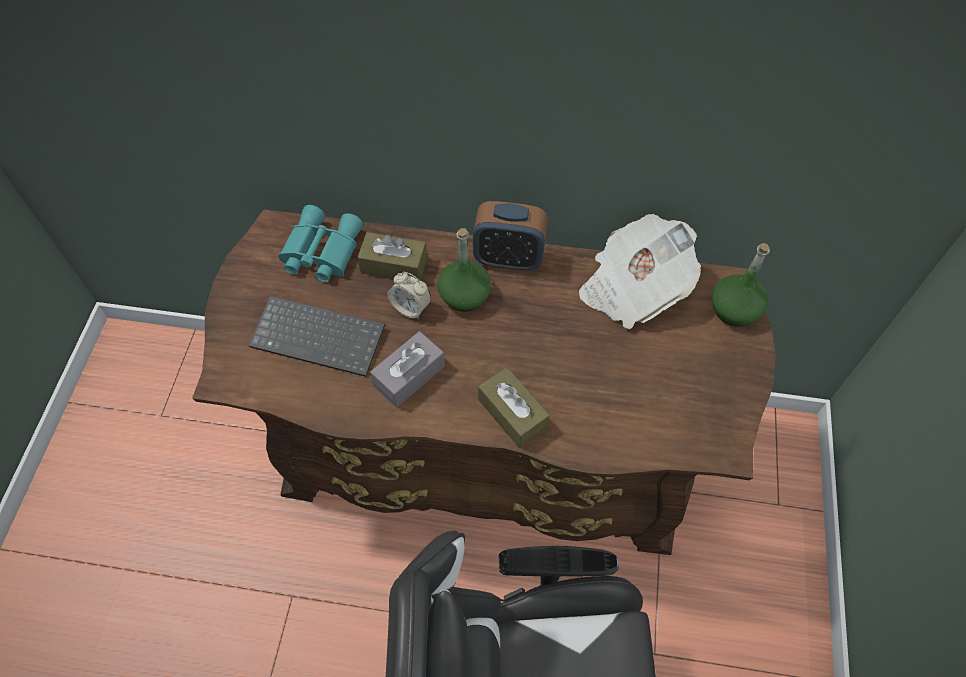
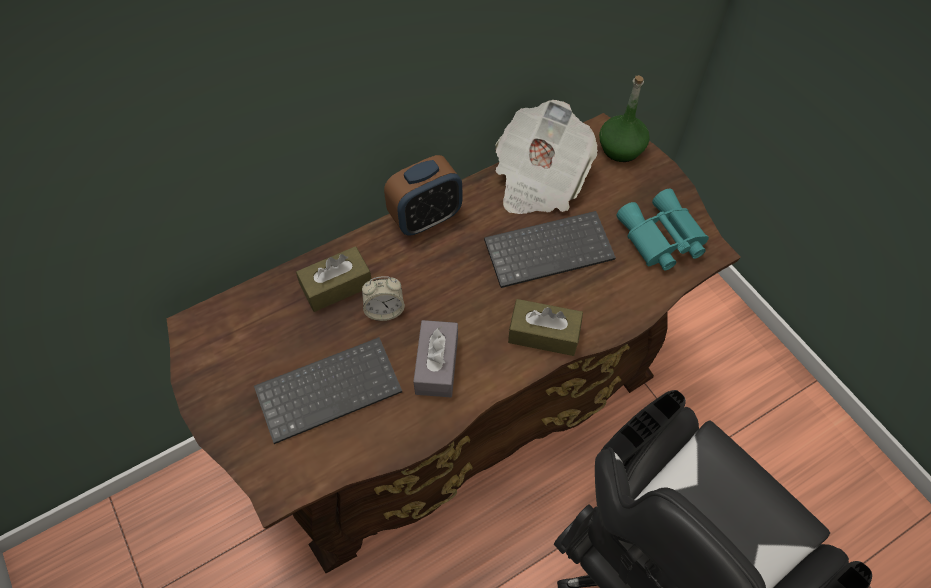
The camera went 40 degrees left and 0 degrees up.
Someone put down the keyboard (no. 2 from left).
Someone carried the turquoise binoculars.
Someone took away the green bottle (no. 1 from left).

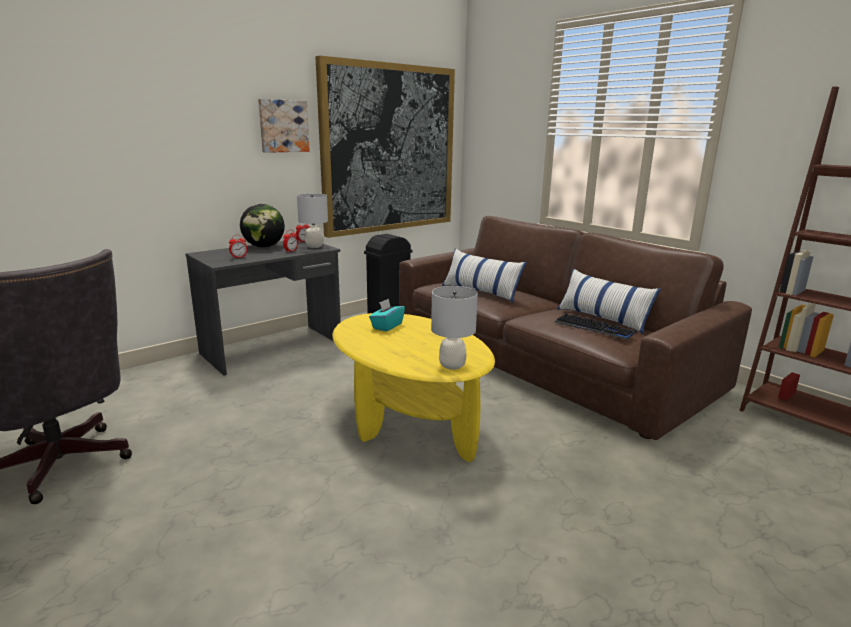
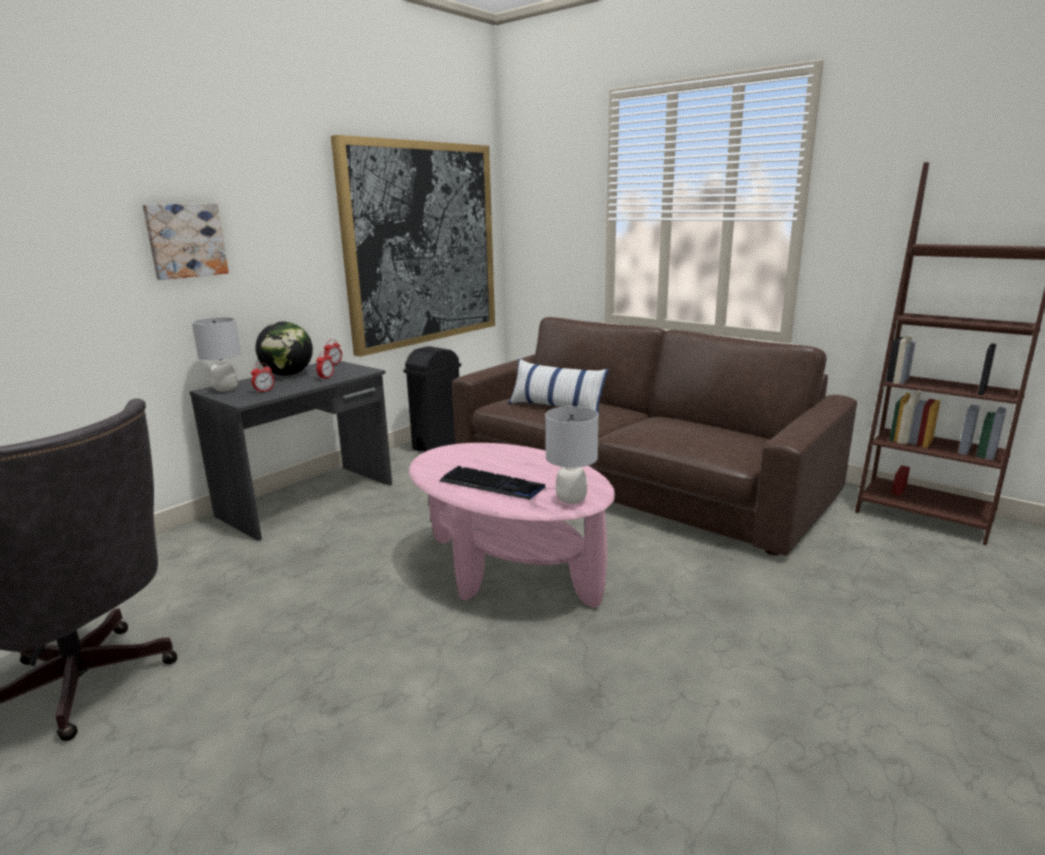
The camera went 10 degrees left and 0 degrees up.
Someone carried the picture (no. 1 from left).
Someone carried the grey table lamp (no. 1 from left).
Someone repainted the yellow coffee table, which became the pink coffee table.
Someone carried the keyboard.
Someone took away the turquoise tissue box.
Someone took away the pillow (no. 2 from left).

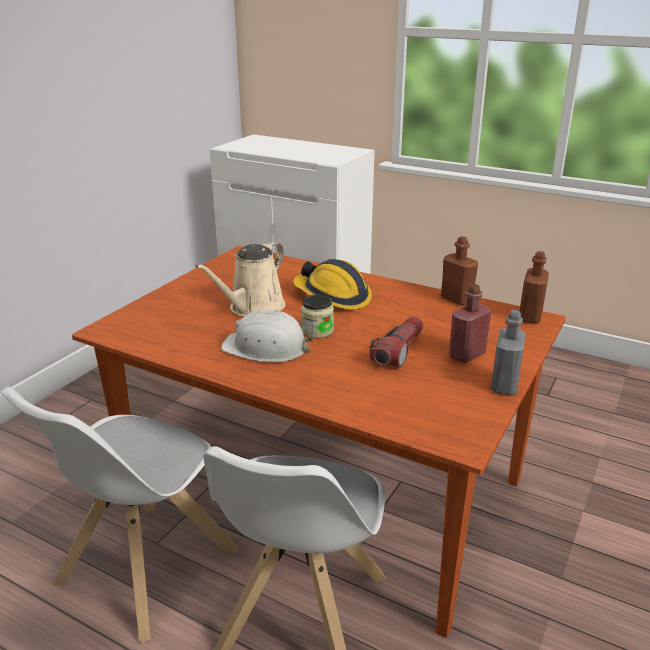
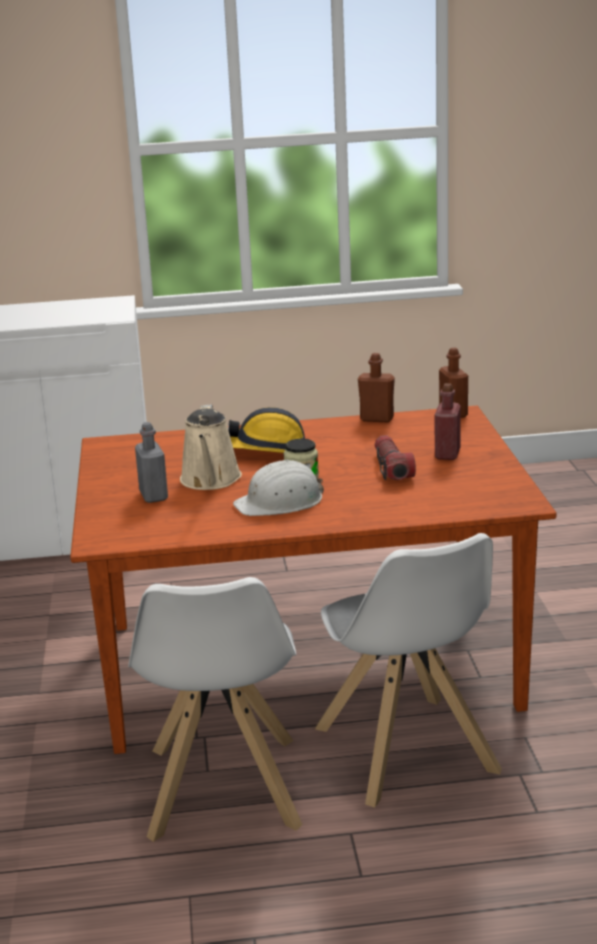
The camera went 35 degrees left and 5 degrees down.
Someone carried the grey bottle.

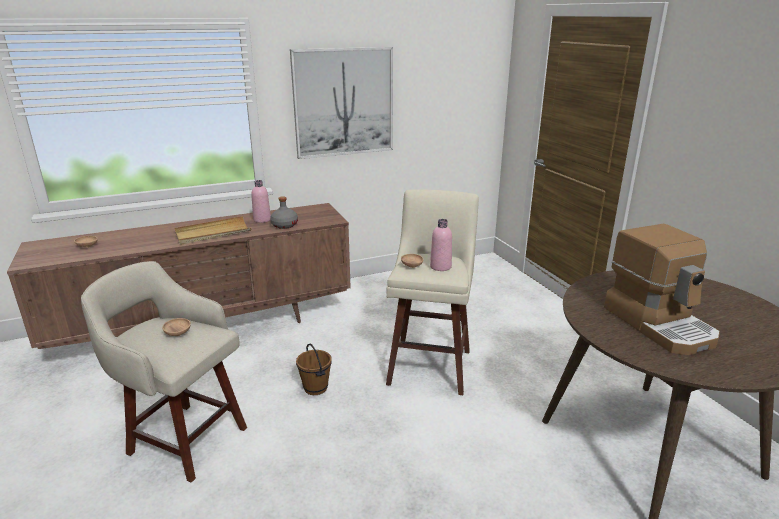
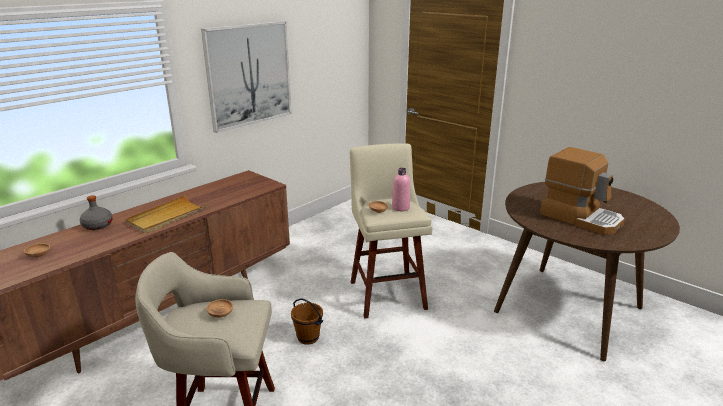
The camera went 25 degrees left and 0 degrees up.
Someone carried the grey bottle.
Someone took away the pink bottle (no. 1 from left).

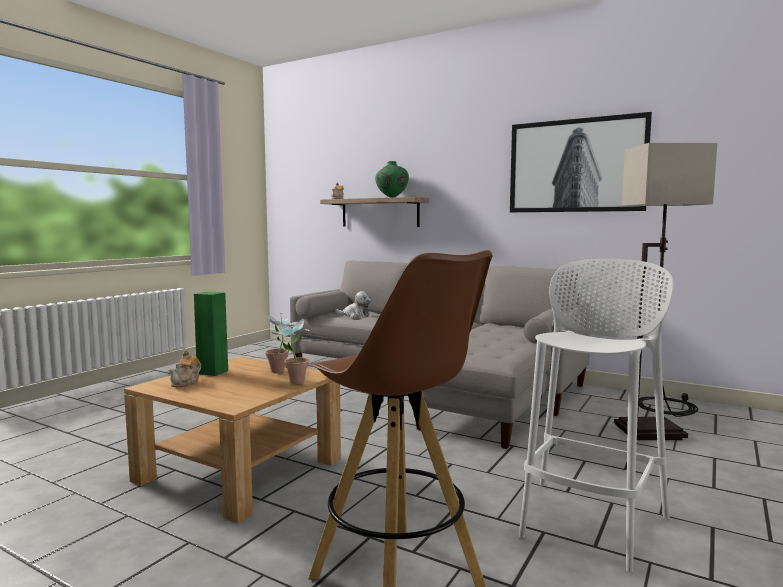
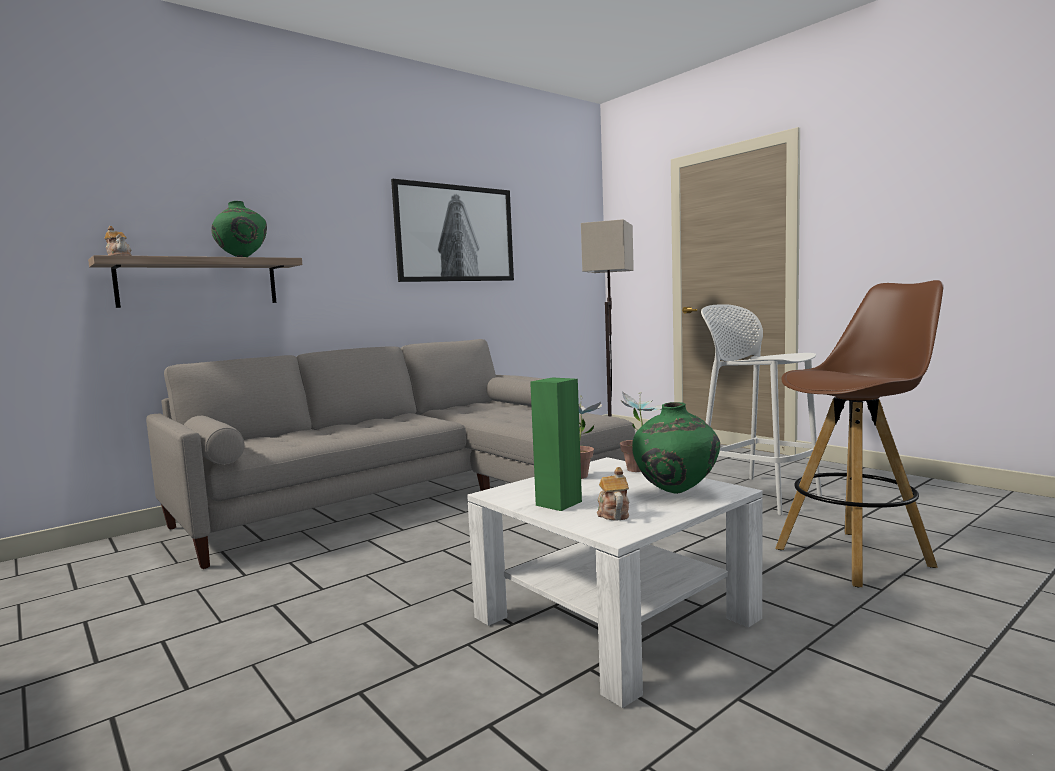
The camera went 70 degrees left and 0 degrees up.
Someone repainted the brown coffee table, which became the white coffee table.
Someone rotated the teapot (no. 1 from left in the first image) by 135 degrees counterclockwise.
Someone put down the green vase (no. 2 from left).
Someone took away the plush toy.

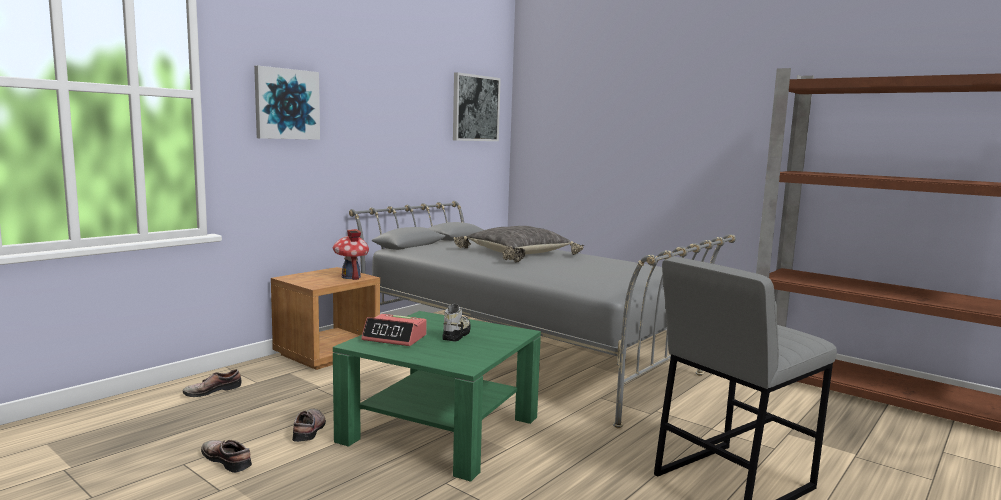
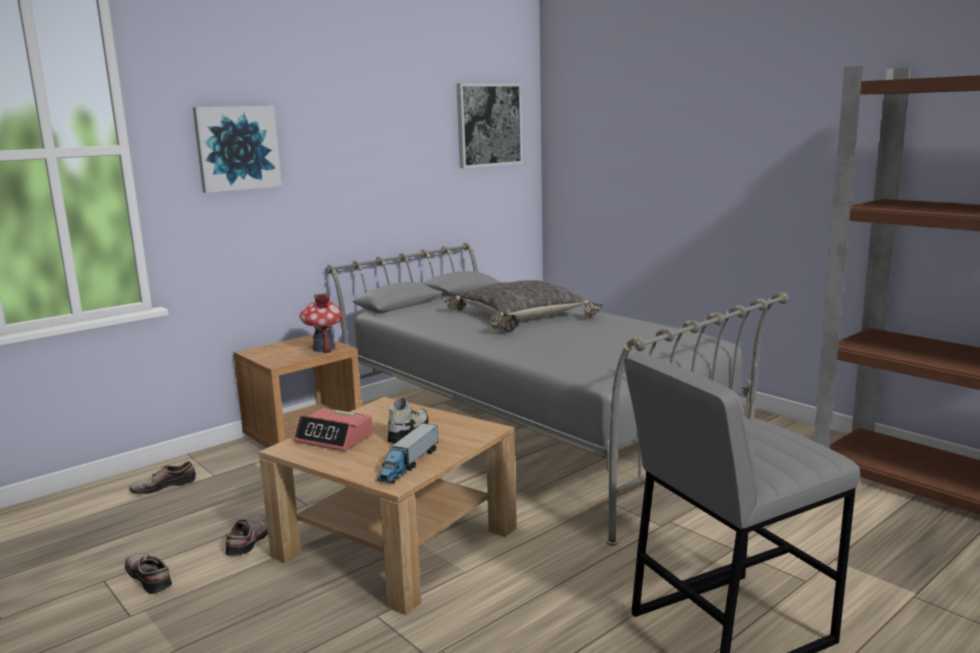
The camera went 10 degrees right and 5 degrees up.
Someone repainted the green coffee table, which became the brown coffee table.
Someone put down the toy truck.

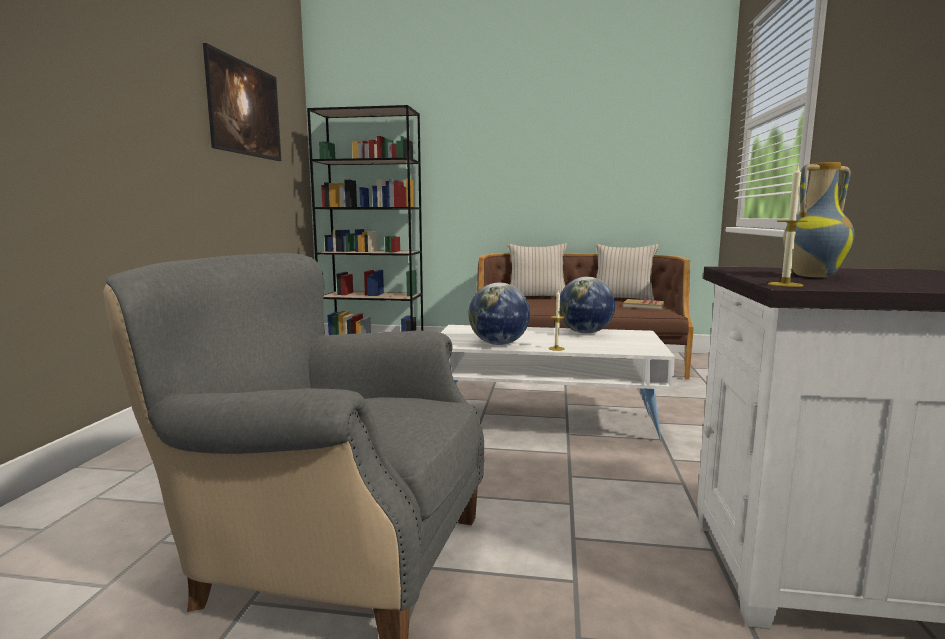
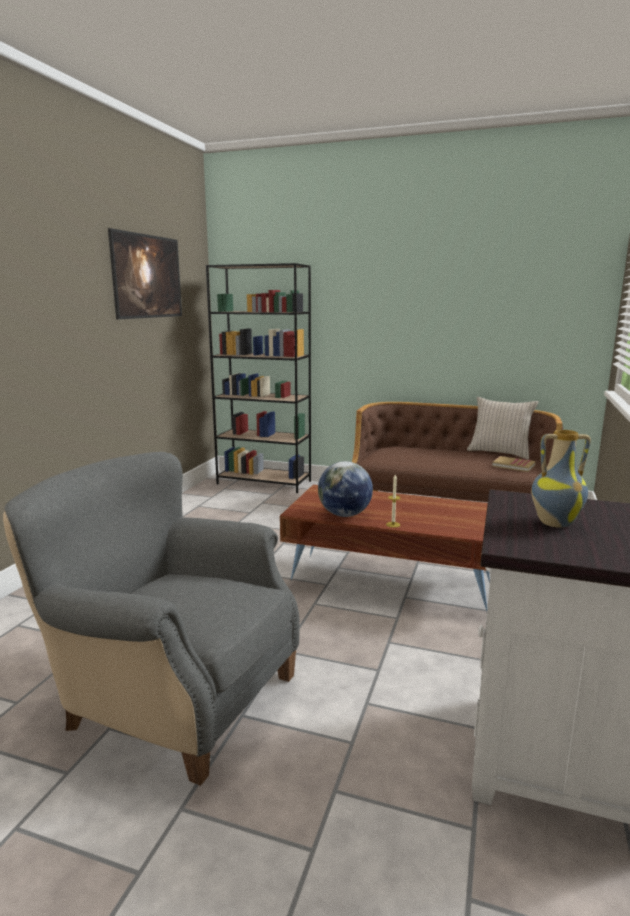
The camera went 10 degrees right and 5 degrees up.
Someone repainted the white coffee table, which became the brown coffee table.
Someone took away the beige pillow (no. 1 from left).
Someone took away the globe (no. 2 from left).
Someone took away the candle (no. 2 from left).

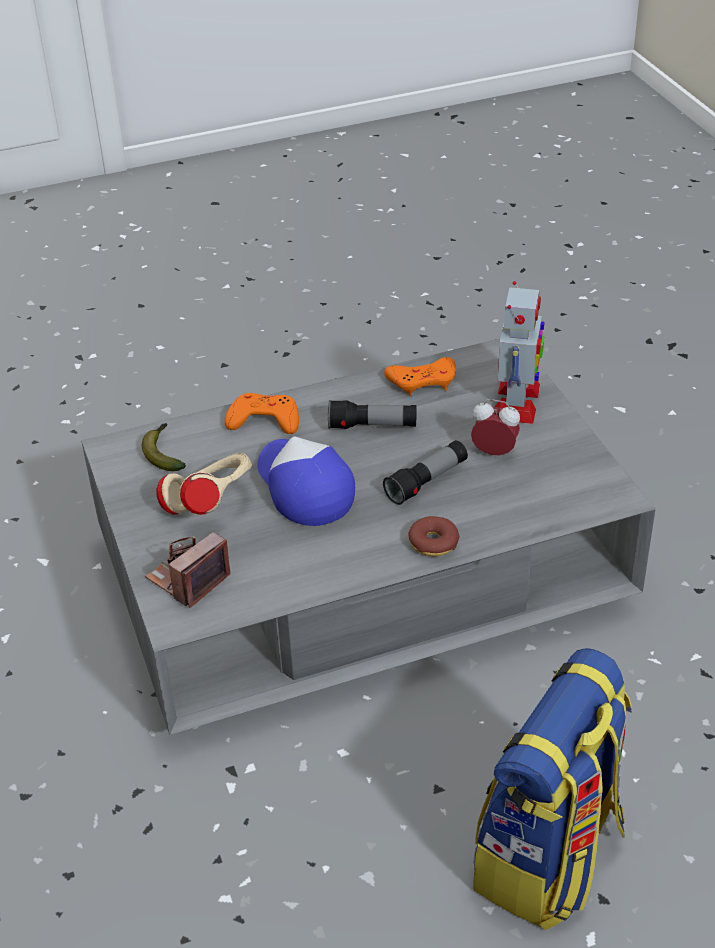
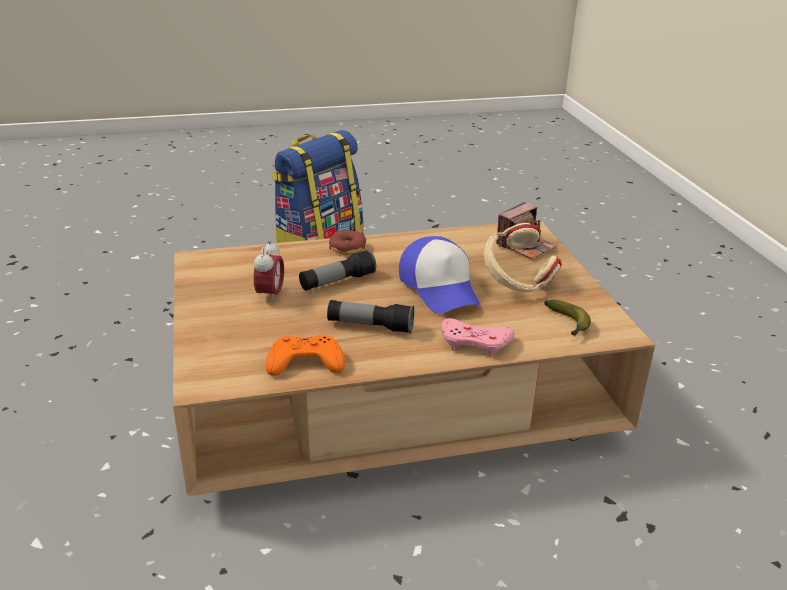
The camera went 175 degrees left and 10 degrees down.
Someone repainted the grey coffee table, which became the brown coffee table.
Someone rotated the alarm clock by 105 degrees counterclockwise.
Someone repainted the orange game controller (no. 1 from left), which became the pink game controller.
Someone took away the toy robot.

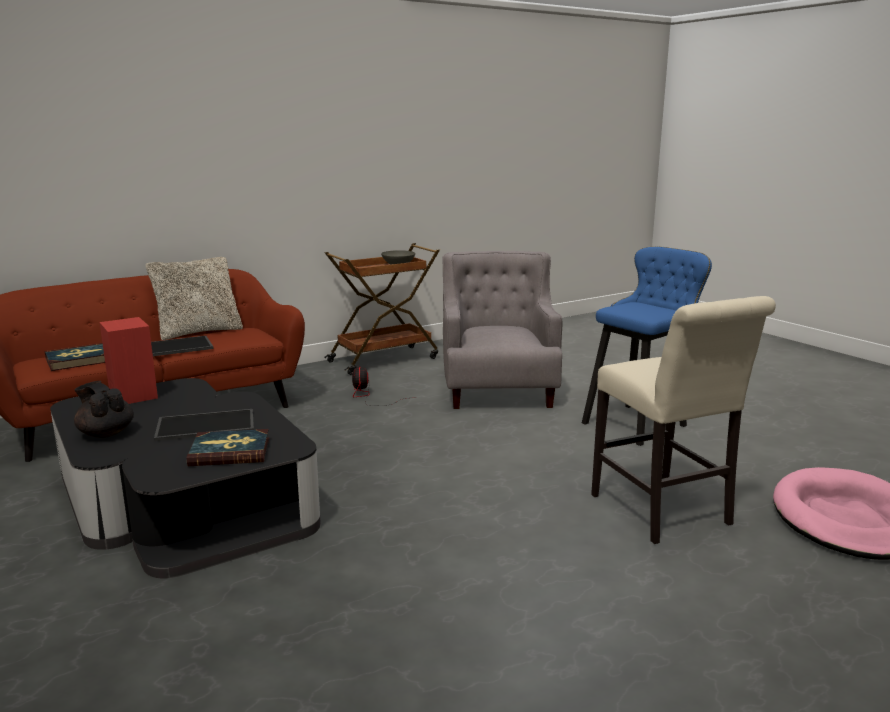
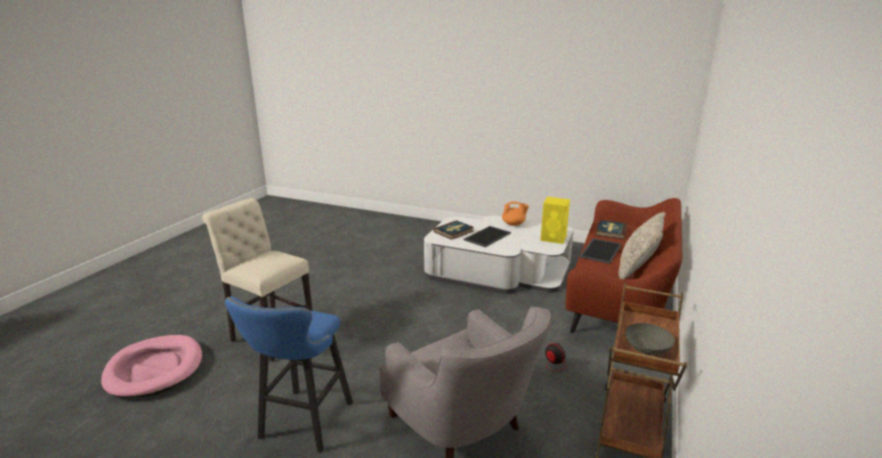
The camera went 145 degrees right and 5 degrees up.
Someone repainted the black coffee table, which became the white coffee table.
Someone repainted the black teapot, which became the orange teapot.
Someone repainted the red speaker, which became the yellow speaker.

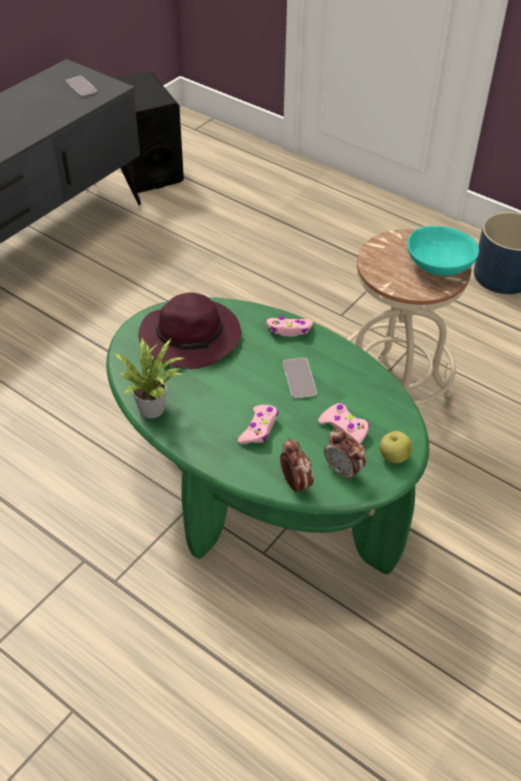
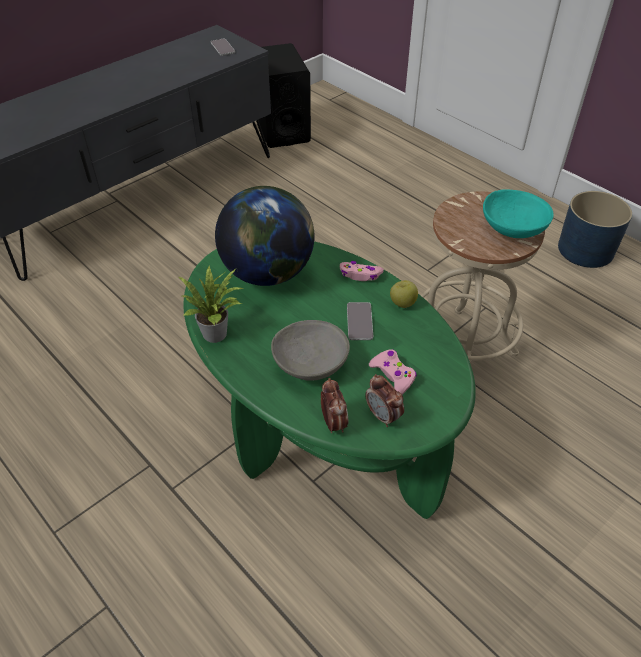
The camera went 10 degrees right and 0 degrees up.
Someone swapped the purple hat for the globe.
Someone swapped the pink game controller (no. 1 from left) for the grey bowl.
Someone carried the apple.

